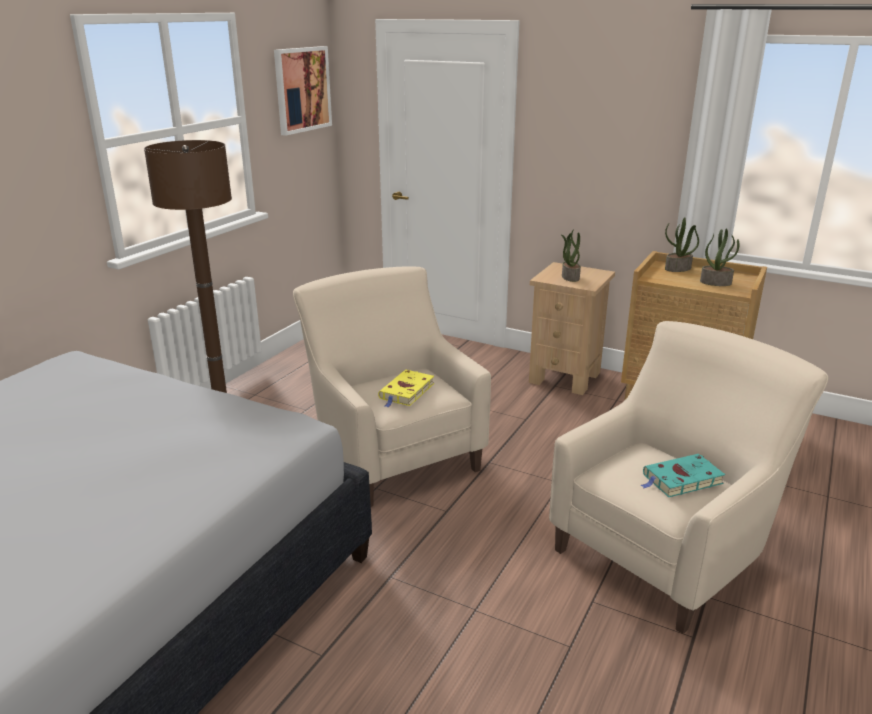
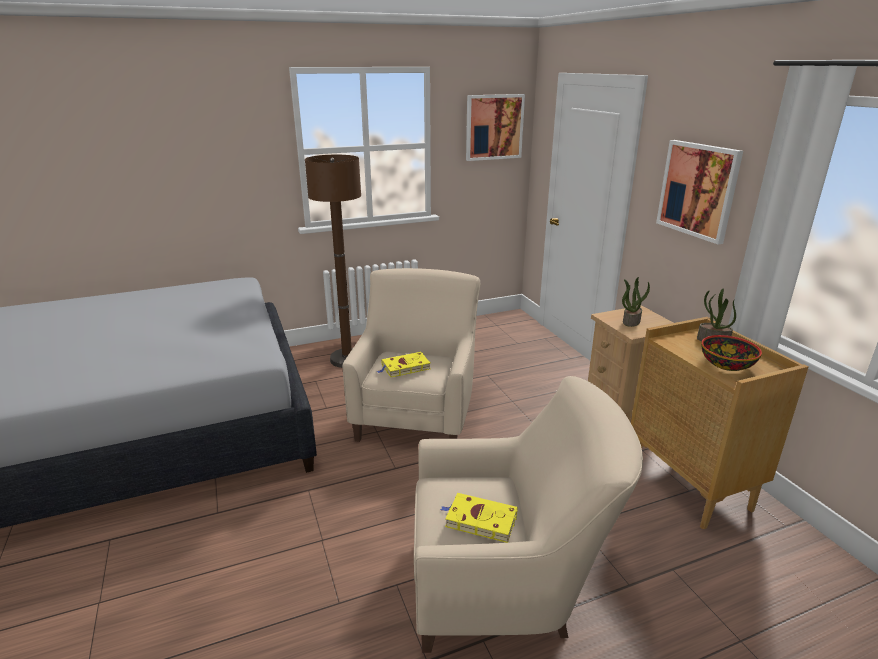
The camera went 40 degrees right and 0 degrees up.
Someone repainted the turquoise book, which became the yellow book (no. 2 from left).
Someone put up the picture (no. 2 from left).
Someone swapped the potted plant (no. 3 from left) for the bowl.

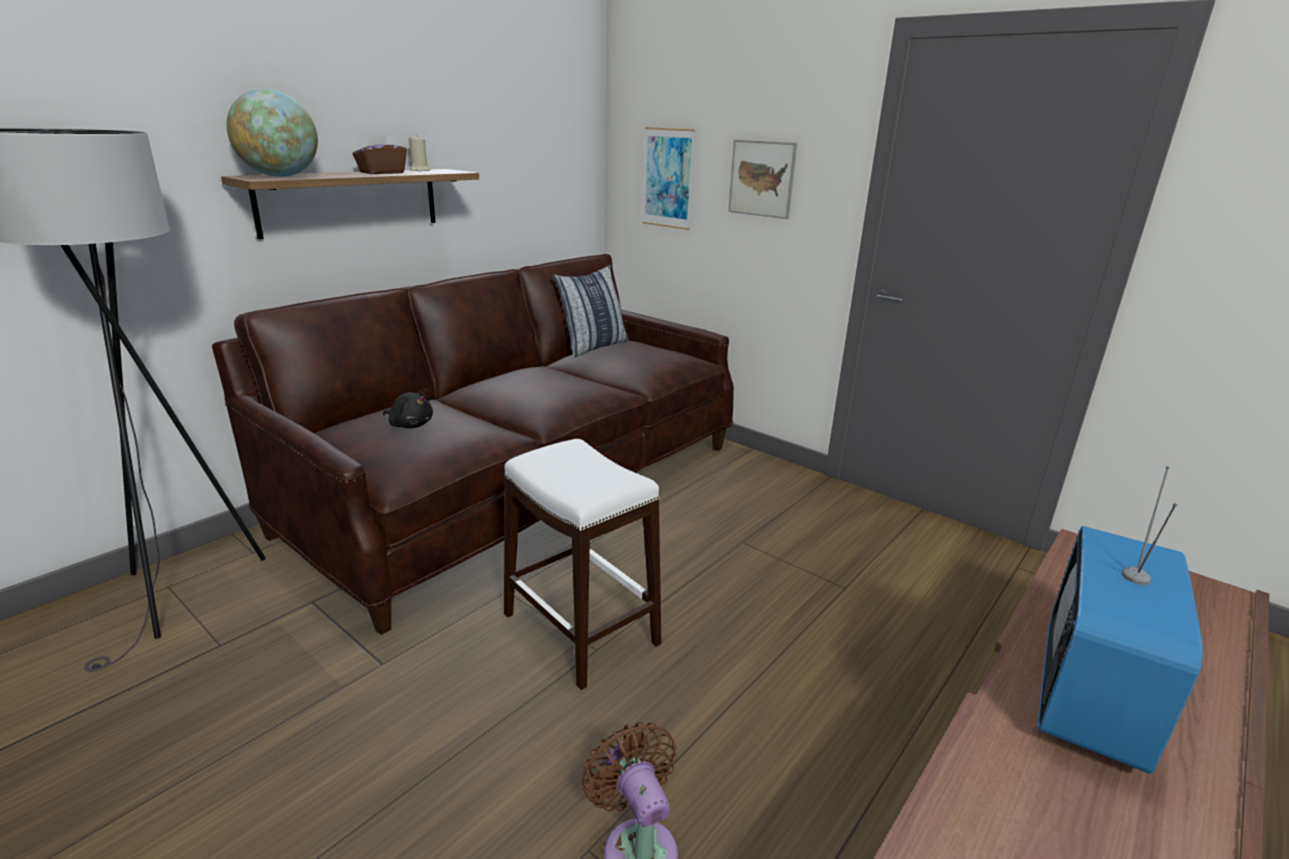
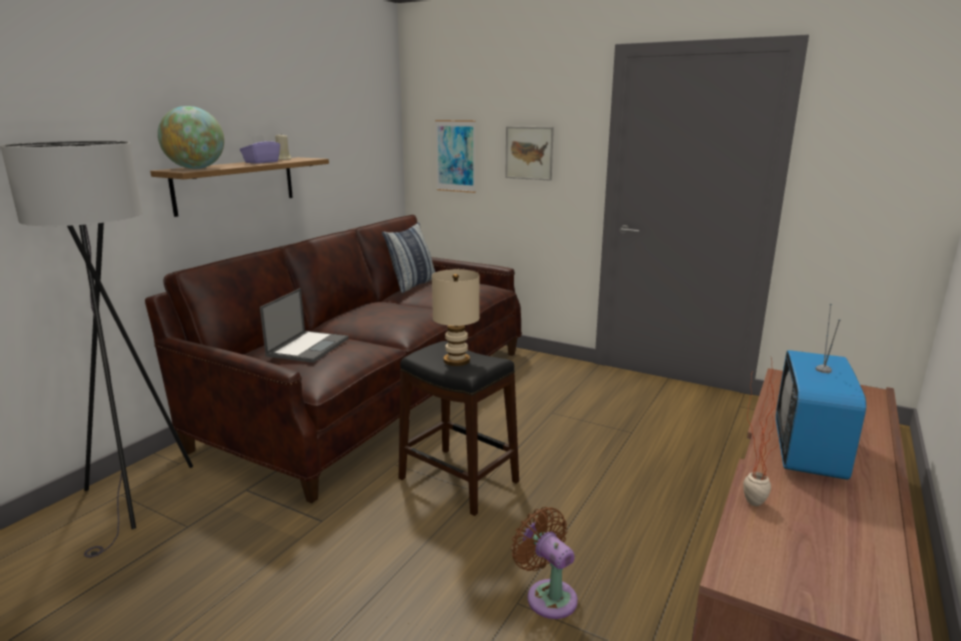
The camera went 10 degrees left and 5 degrees down.
Someone repainted the brown tissue box, which became the purple tissue box.
Someone swapped the black plush toy for the laptop.
Someone repainted the white stool, which became the black stool.
Someone put down the beige table lamp.
Someone put down the potted plant.

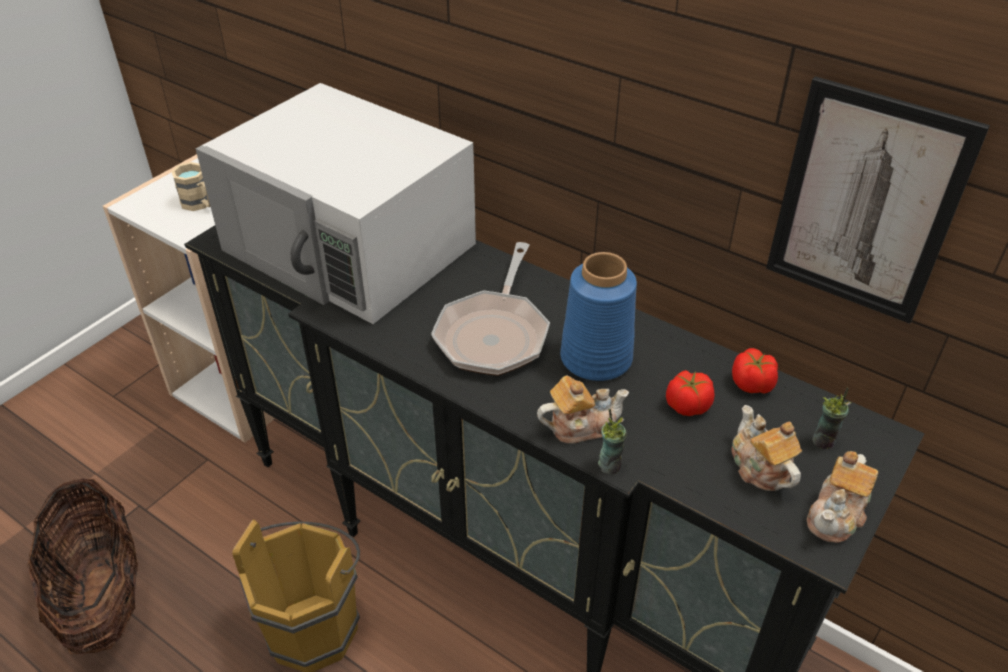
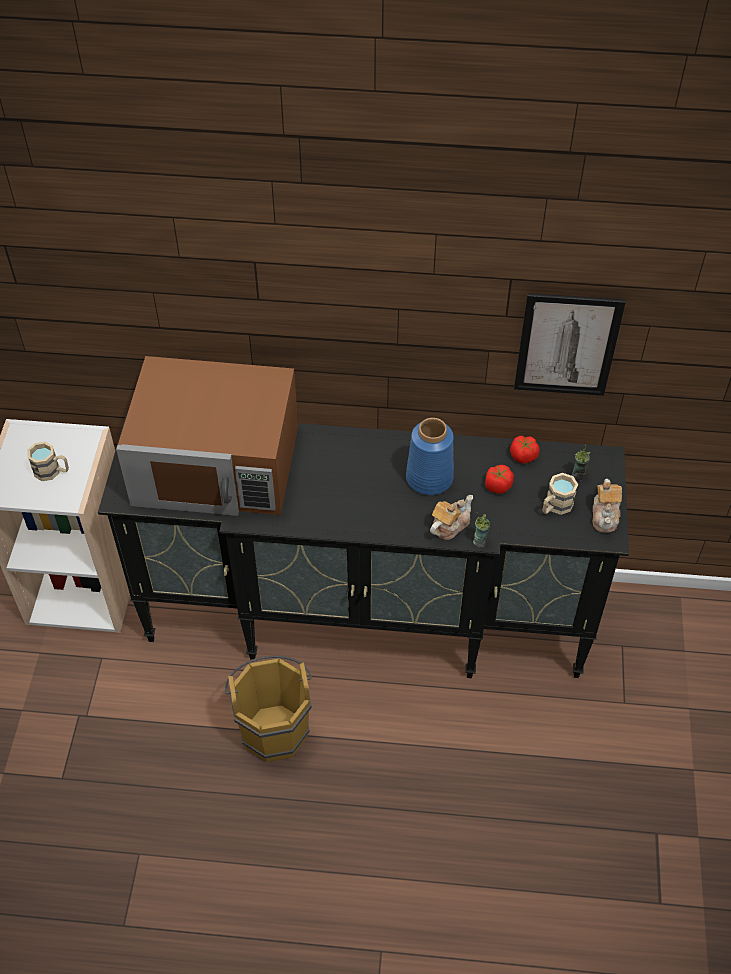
The camera went 30 degrees left and 10 degrees up.
Someone repainted the white microwave, which became the brown microwave.
Someone swapped the teapot (no. 2 from left) for the beige mug (no. 2 from left).
Someone took away the basket.
Someone took away the frying pan.

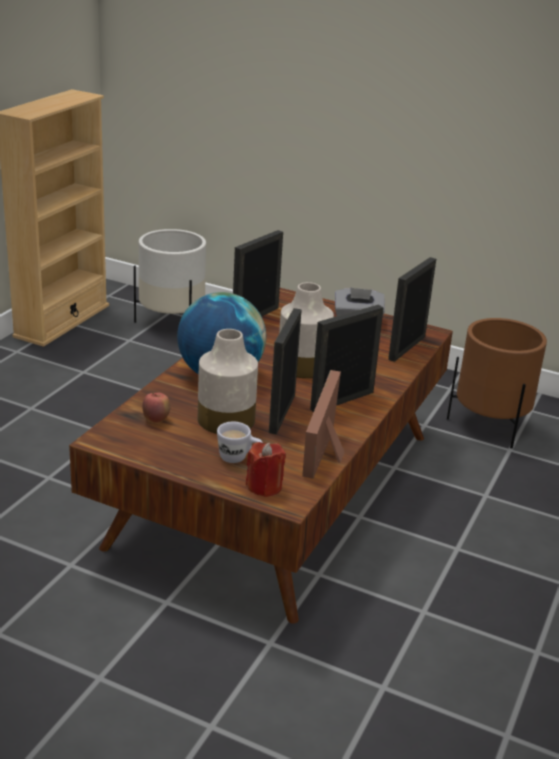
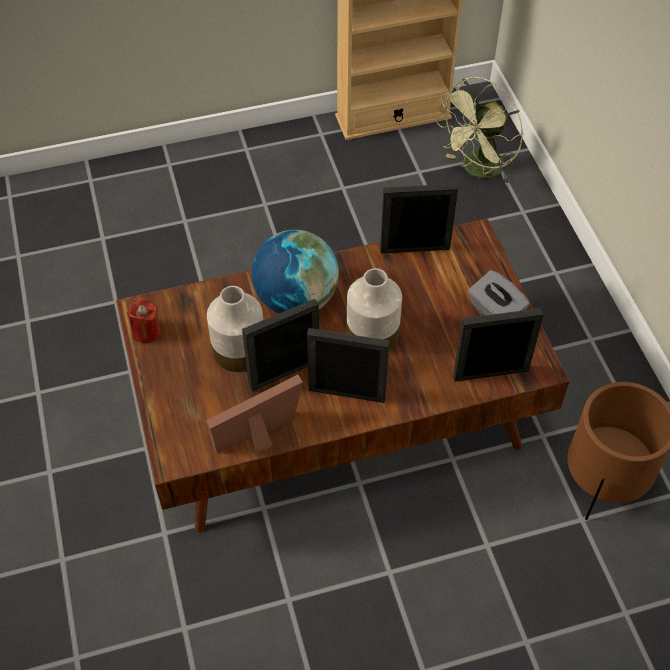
The camera went 50 degrees right and 25 degrees up.
Someone carried the red candle.
Someone swapped the white planter for the green fan.
Someone took away the apple.
Someone took away the white mug.

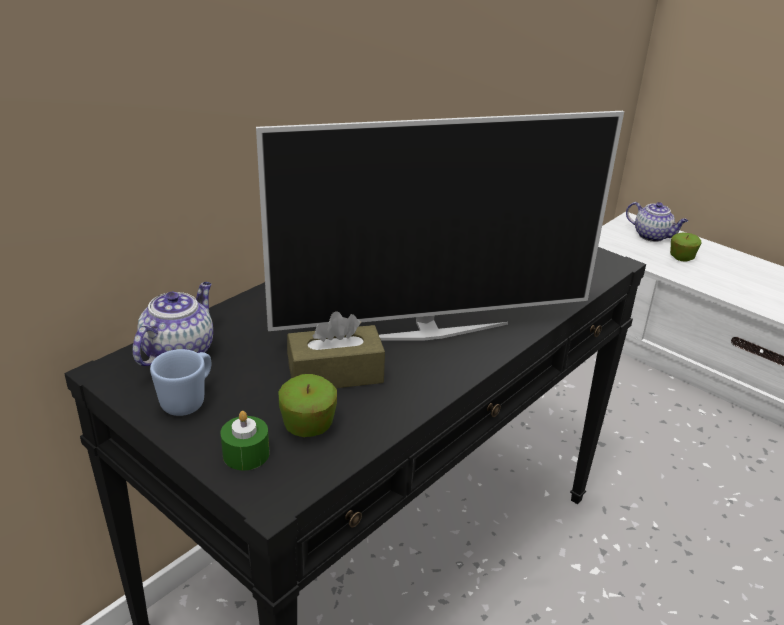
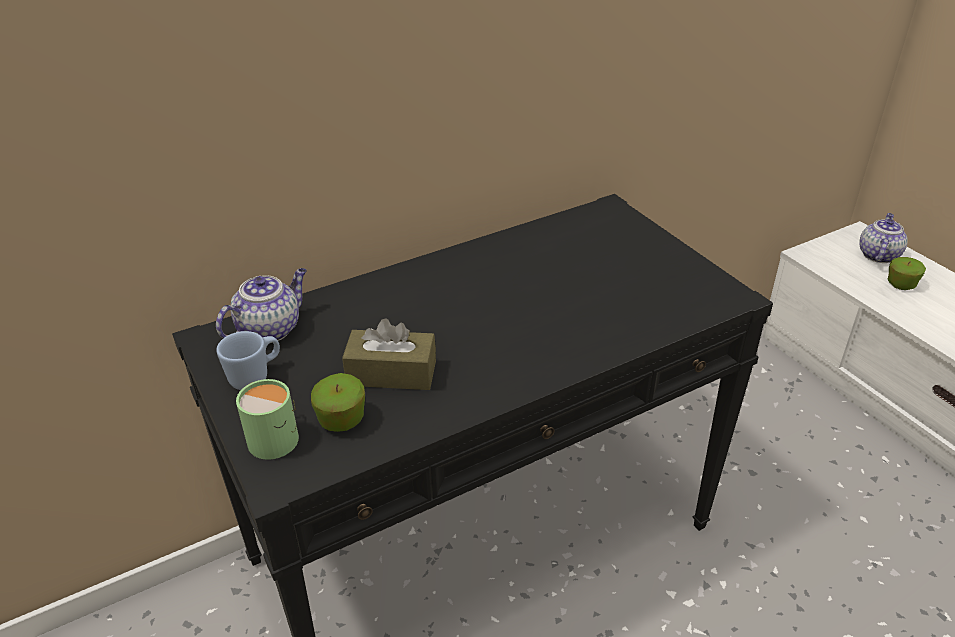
The camera went 20 degrees right and 5 degrees up.
Someone swapped the green candle for the green mug.
Someone rotated the teapot (no. 2 from left) by 120 degrees counterclockwise.
Someone took away the television.

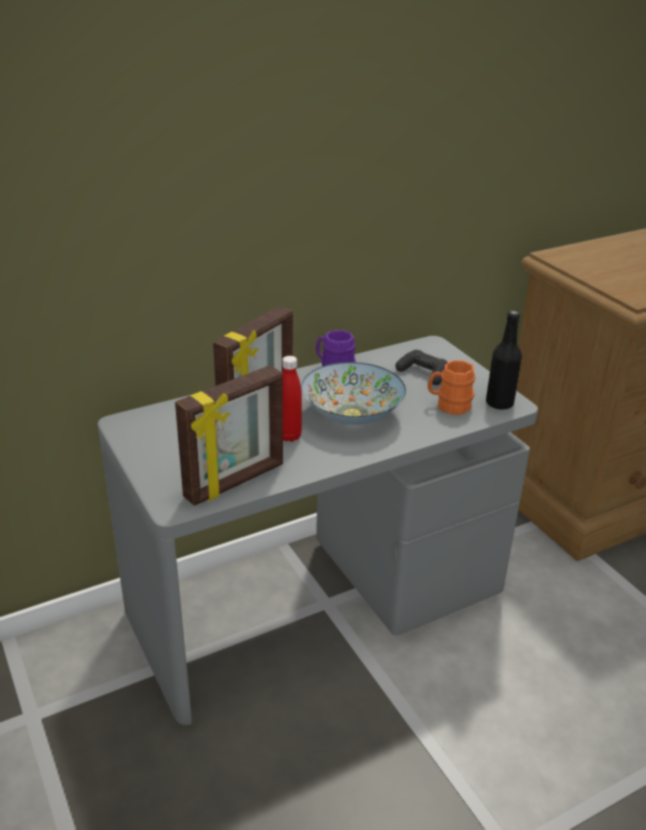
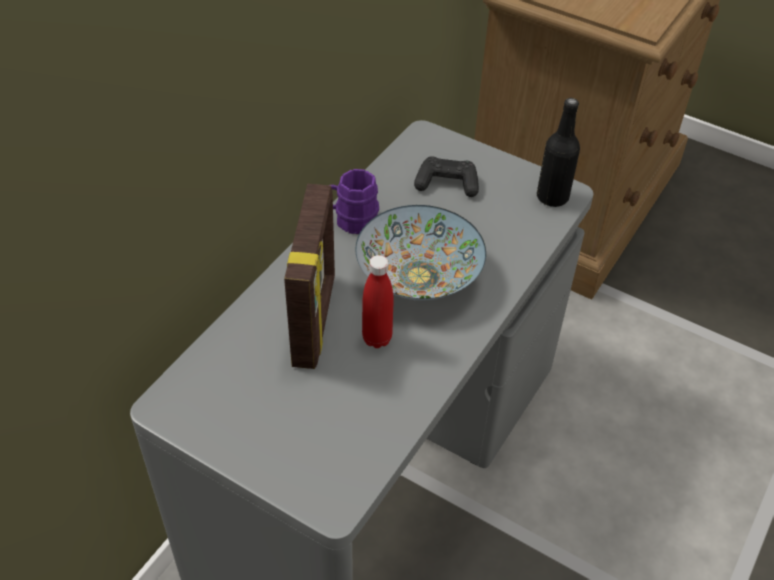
The camera went 30 degrees left and 15 degrees up.
Someone took away the picture frame (no. 1 from left).
Someone took away the orange mug.

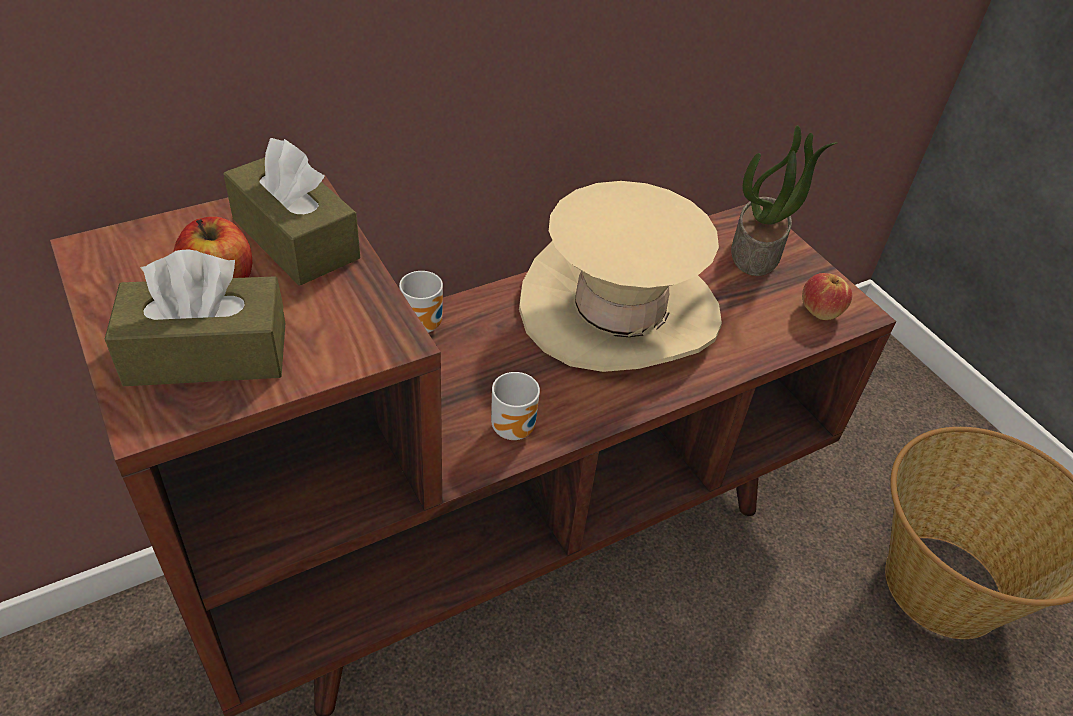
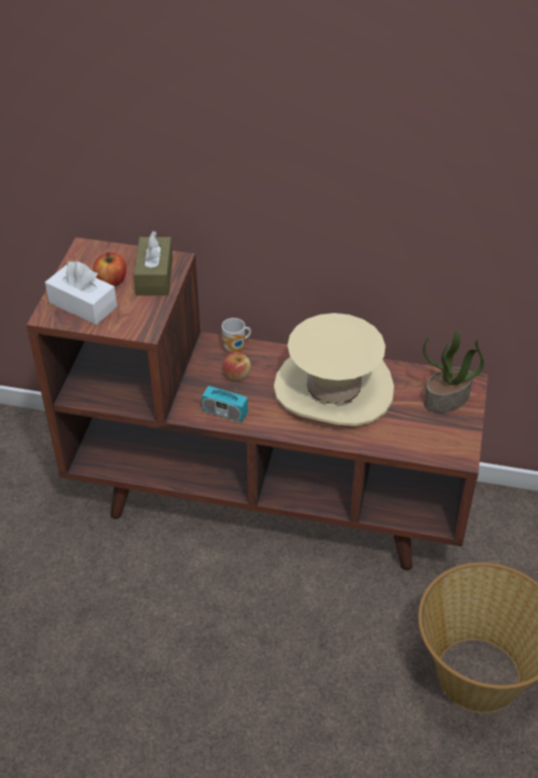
The camera went 45 degrees right and 0 degrees up.
Someone repainted the brown tissue box (no. 1 from left), which became the white tissue box.
Someone swapped the mug (no. 2 from left) for the radio.
Someone carried the apple (no. 2 from left).

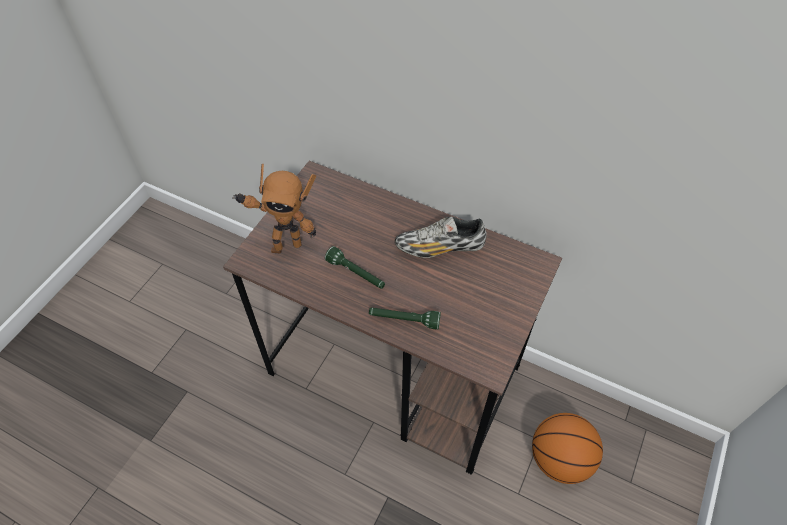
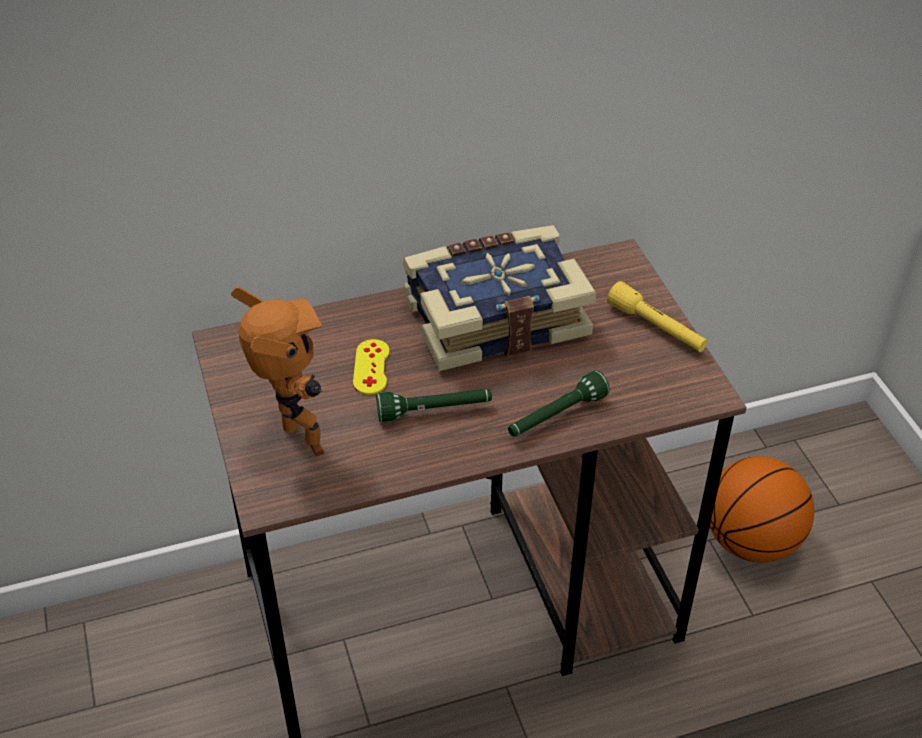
The camera went 45 degrees left and 10 degrees down.
Someone rotated the toy robot by 75 degrees counterclockwise.
Someone put down the yellow game controller.
Someone swapped the shoe for the book.
Someone put down the yellow flashlight.

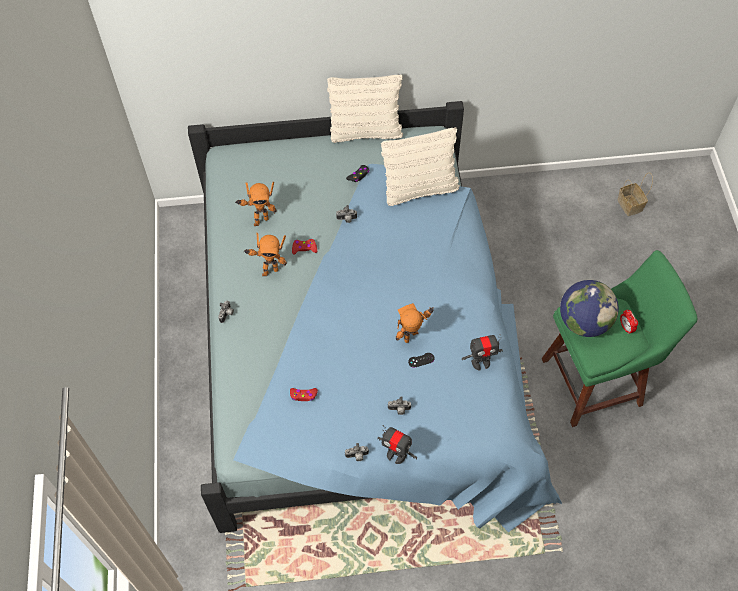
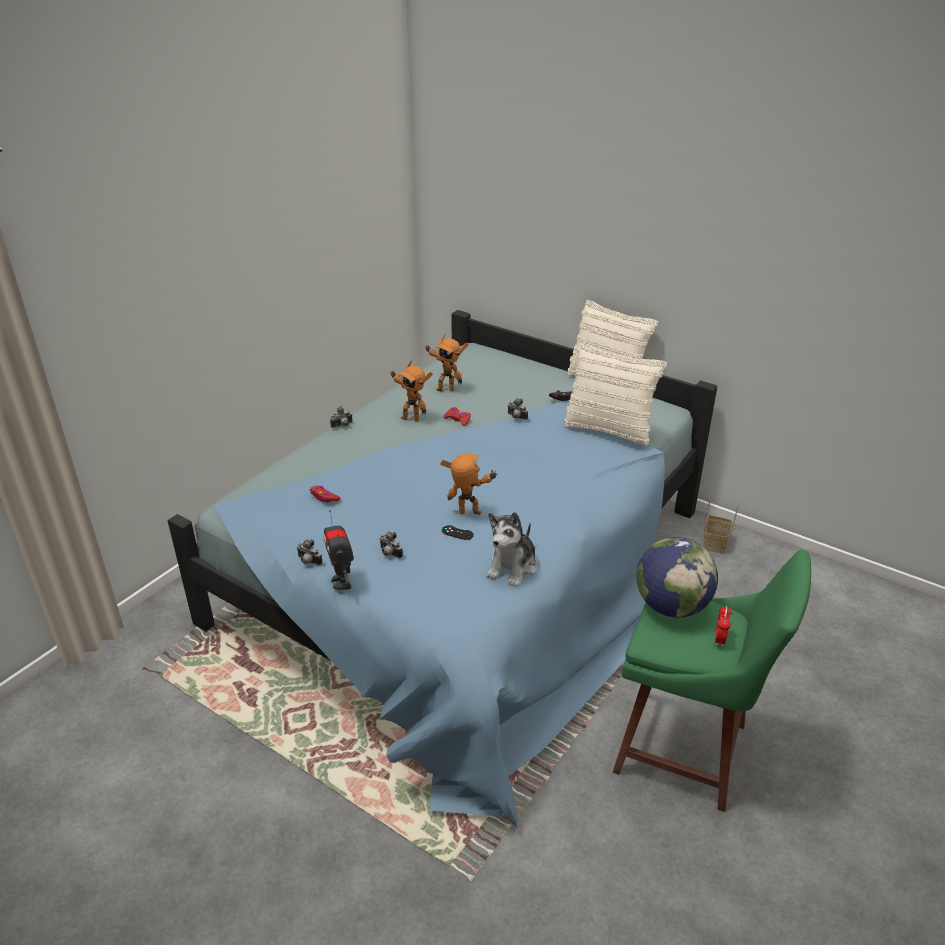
The camera went 40 degrees right and 25 degrees down.
Someone swapped the toy robot (no. 5 from left) for the plush toy.
Someone carried the basket.

